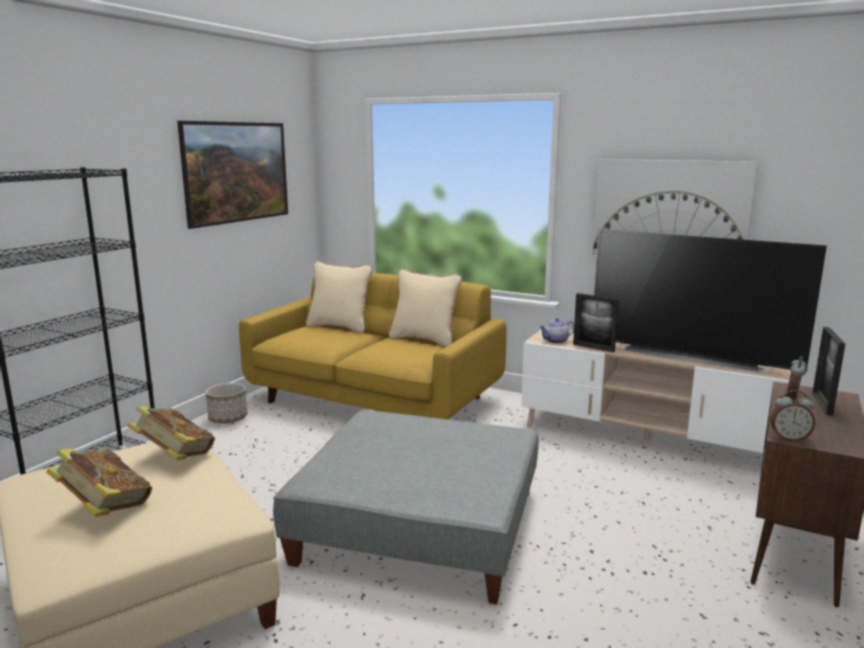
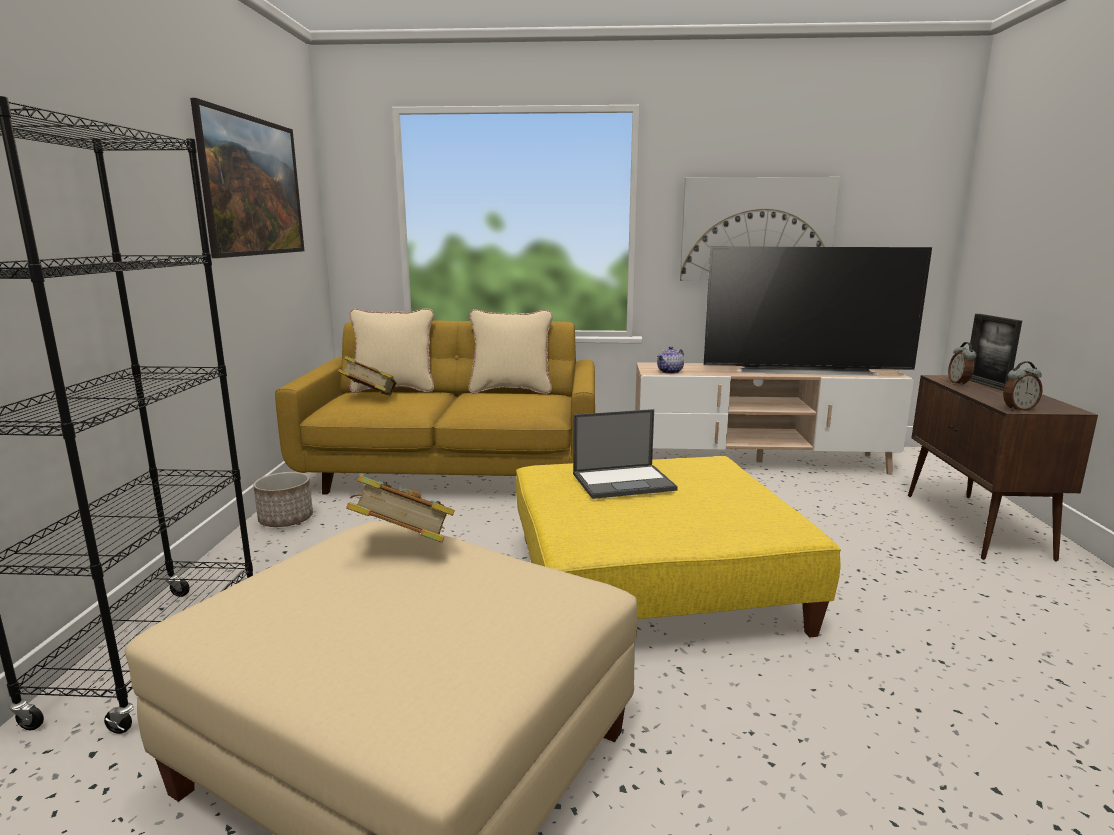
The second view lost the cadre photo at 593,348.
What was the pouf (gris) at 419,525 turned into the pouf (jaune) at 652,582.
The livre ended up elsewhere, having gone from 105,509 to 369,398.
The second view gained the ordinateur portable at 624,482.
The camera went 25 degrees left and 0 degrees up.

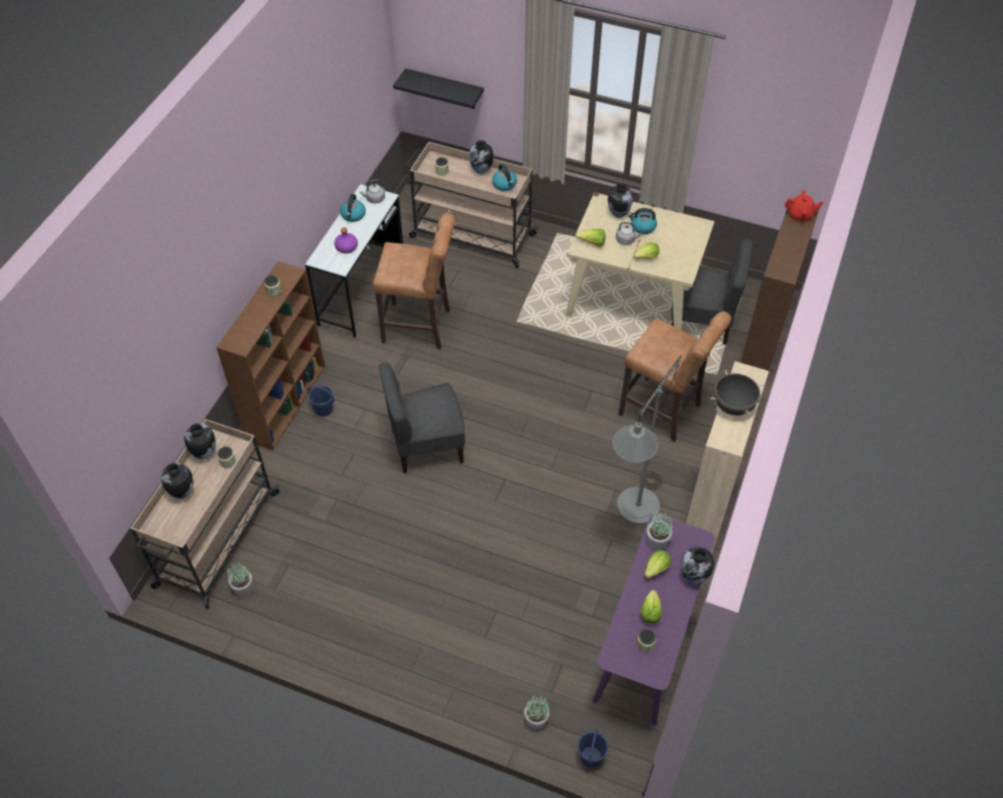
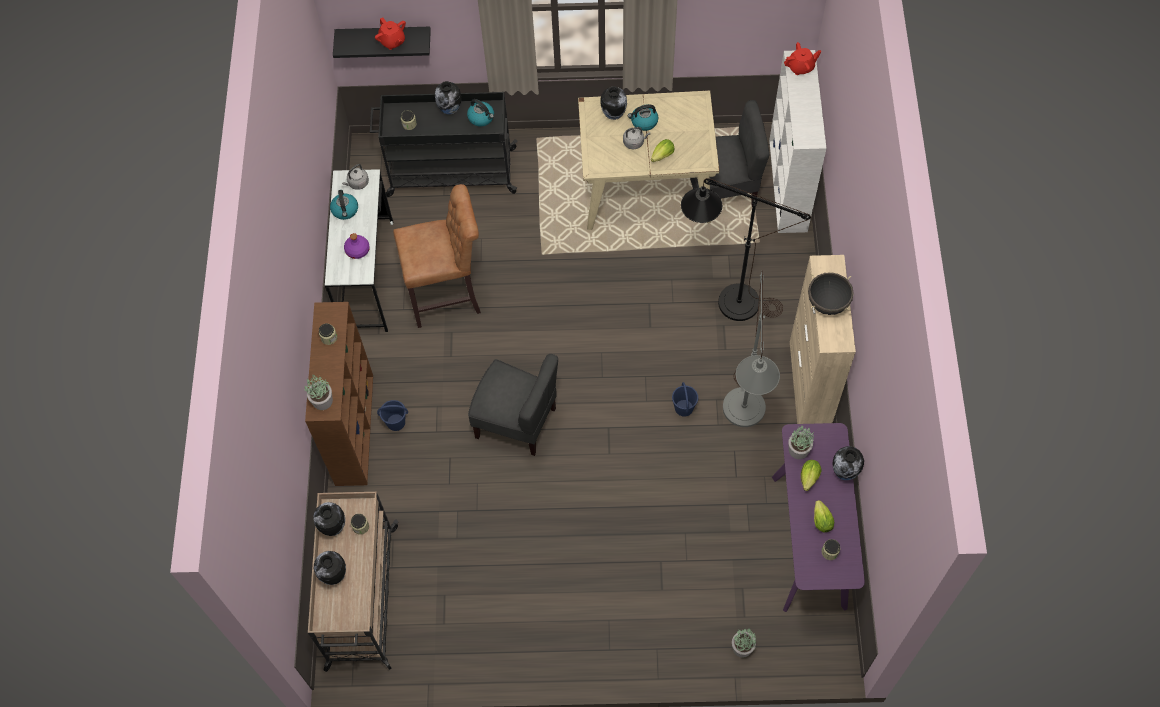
What was the chariot (beige) at 471,236 turned into the chariot (noir) at 450,172.
What was the bibliothèque (marron) at 764,338 turned into the bibliothèque (blanc) at 788,186.
The second view lost the laitue at 592,243.
Where the tabouret (marron) stood at 663,412, the lampadaire (noir) came to stand at 726,301.
The chaise (gris) at 426,445 ended up facing another way, 120 degrees counterclockwise from before.
The plante en pot ended up elsewhere, having gone from 243,587 to 323,400.
The seau (bleu) ended up elsewhere, having gone from 590,757 to 684,408.
The second view gained the théière (rouge) at 392,41.
The camera went 20 degrees left and 10 degrees up.

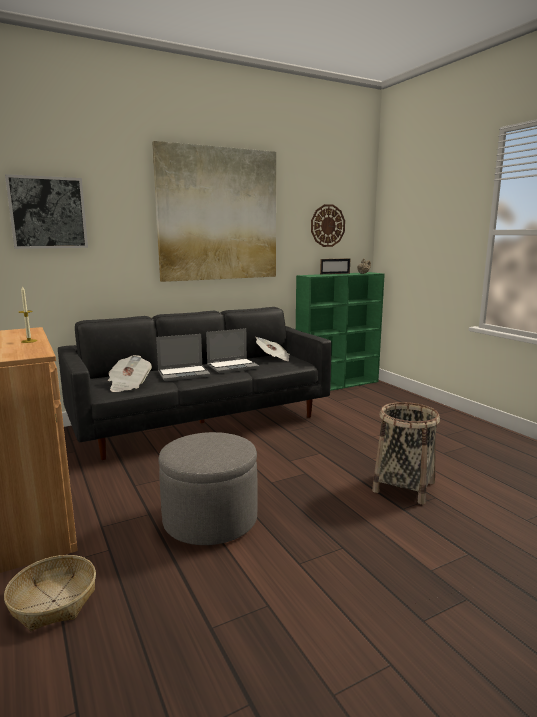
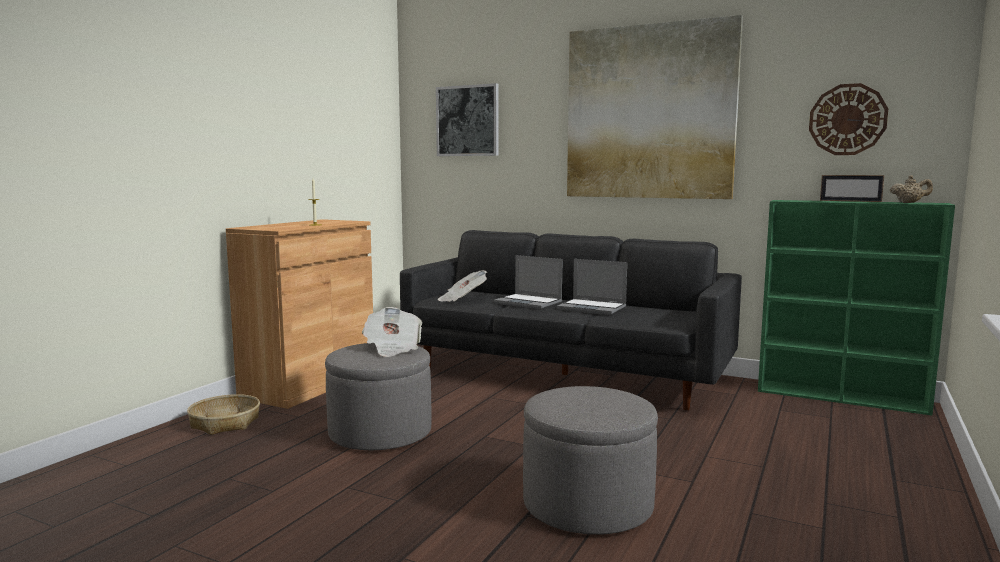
The journal ended up elsewhere, having gone from 273,358 to 392,348.
Where the panier stood at 404,487, the pouf (gris) came to stand at 587,505.
The camera went 55 degrees right and 5 degrees down.

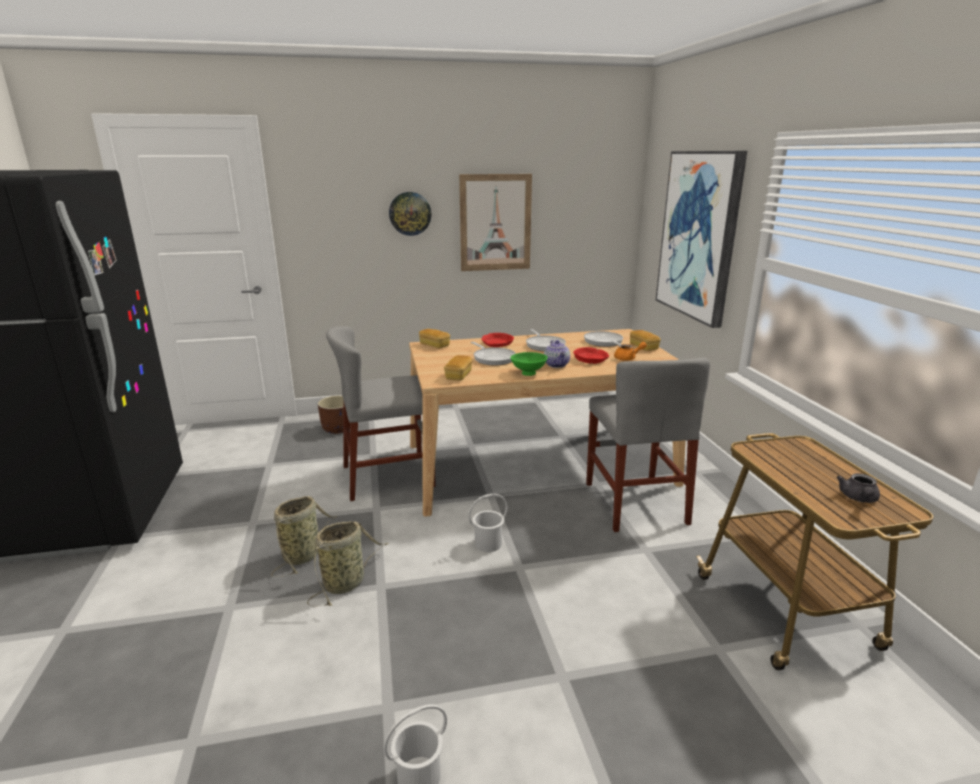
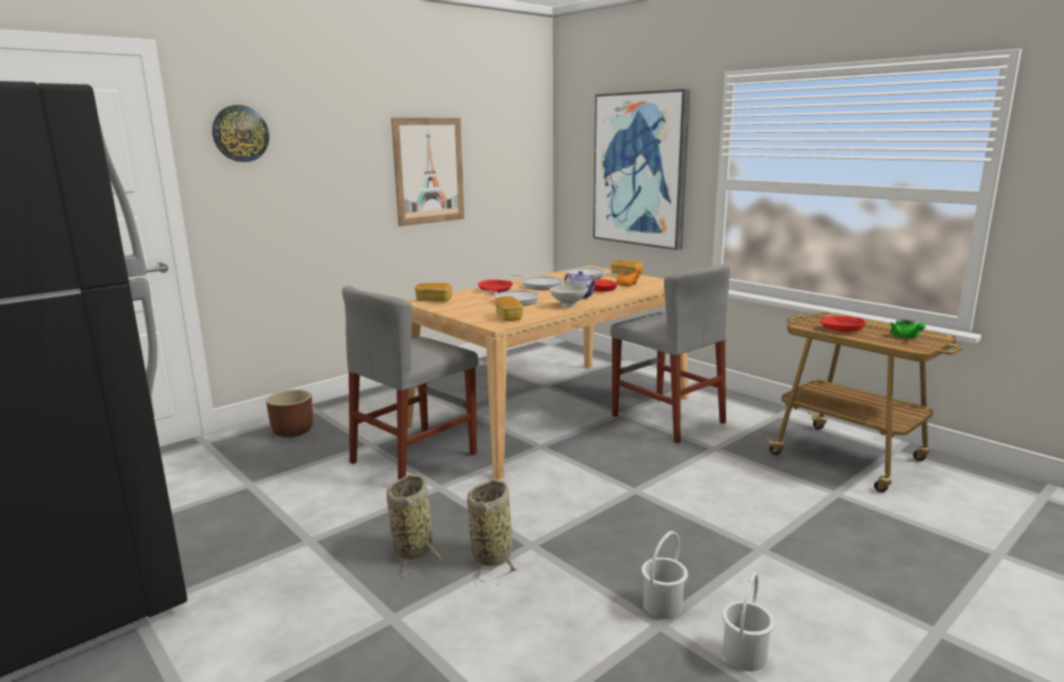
The horloge murale ended up elsewhere, having gone from 410,213 to 240,133.
What was the bol (vert) at 527,373 turned into the bol (blanc) at 568,306.
What was the théière (gris) at 858,498 turned into the théière (vert) at 905,337.
The seau (blanc) ended up elsewhere, having gone from 488,544 to 663,606.
The second view gained the bol (rouge) at 841,329.
The camera went 30 degrees left and 5 degrees down.

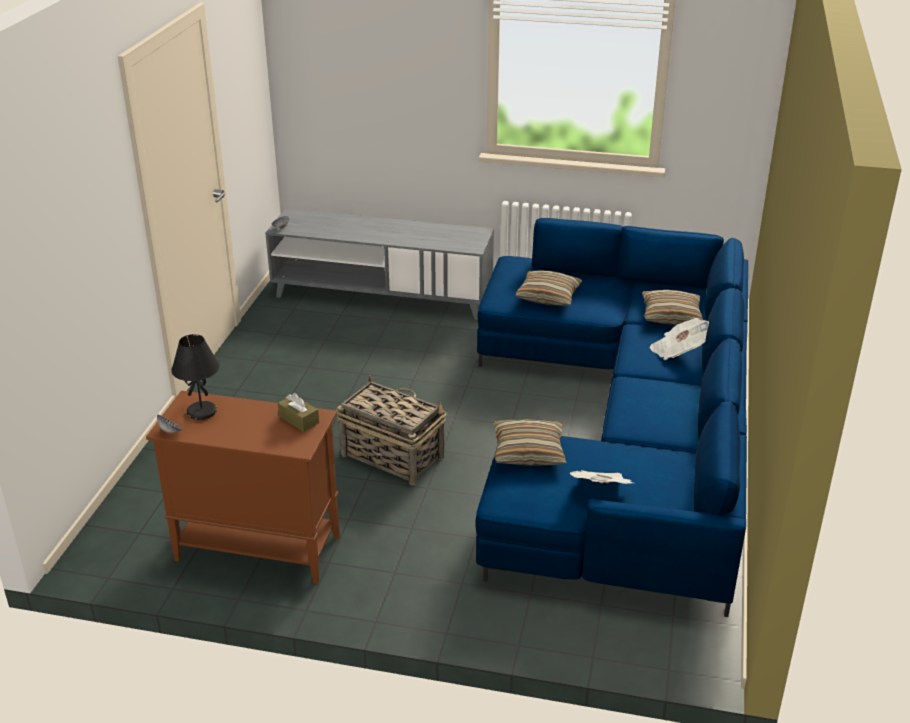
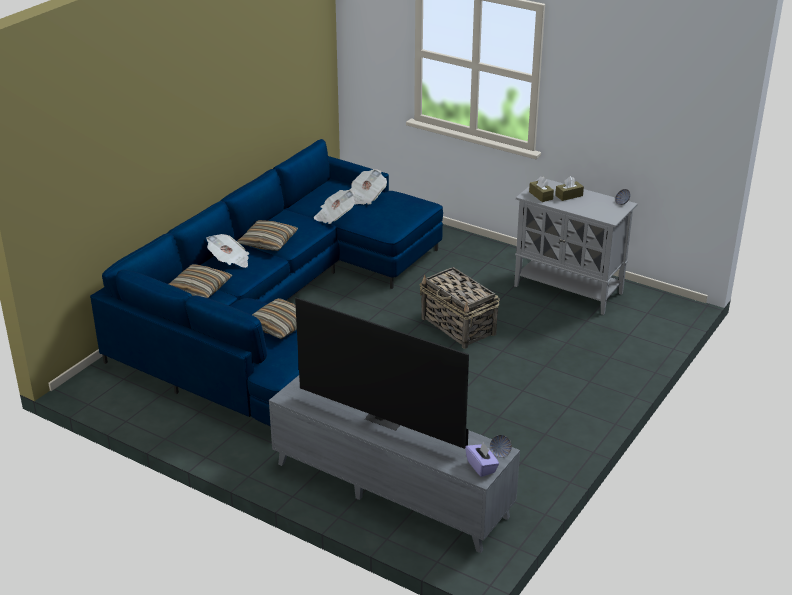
The second view lost the lampe de table (noir) at 202,411.
What was the meuble de rangement (marron) at 256,548 turned into the meuble de rangement (gris) at 569,290.
The coussin ended up elsewhere, having gone from 528,452 to 268,242.
The second view gained the boîte à mouchoirs (marron) at 569,195.
The second view gained the journal at 334,216.
The second view gained the téléviseur at 386,418.
The second view gained the boîte à mouchoirs (violet) at 481,467.
The camera went 160 degrees left and 0 degrees up.

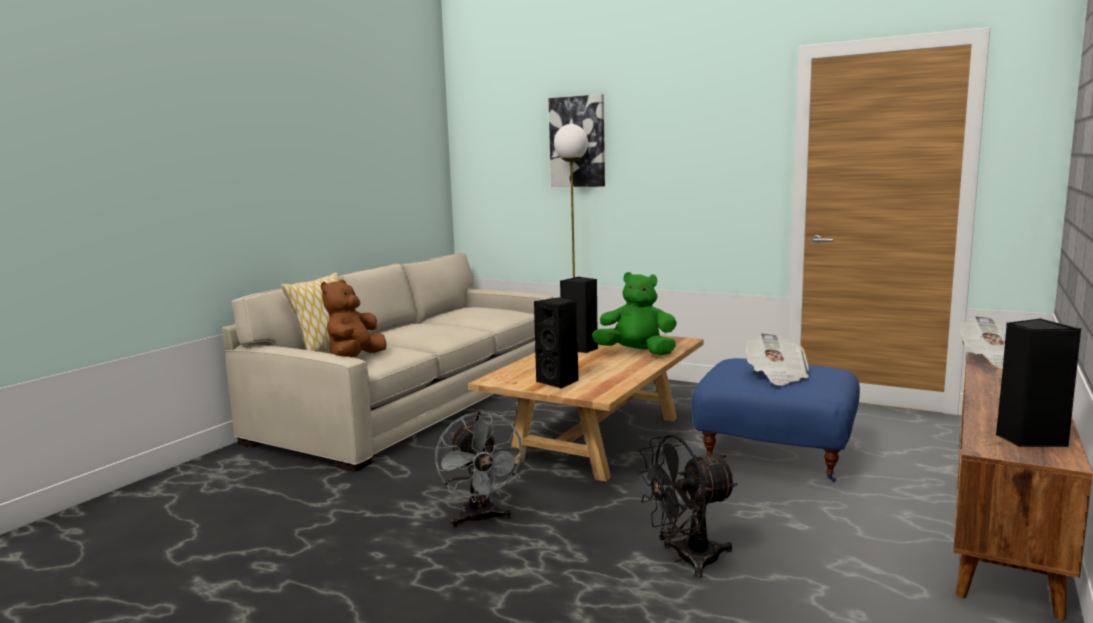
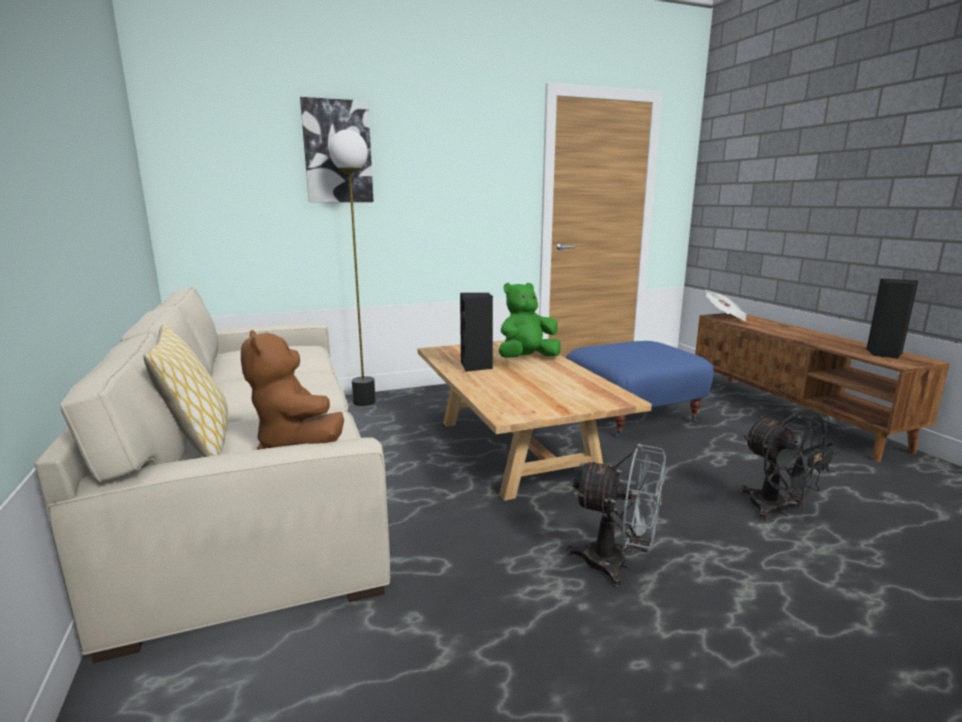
The second view lost the enceinte (noir) at 559,382.
The second view lost the journal at 776,376.
The ventilateur (noir) at 686,559 ended up facing another way, 45 degrees counterclockwise from before.
The camera went 50 degrees left and 5 degrees up.

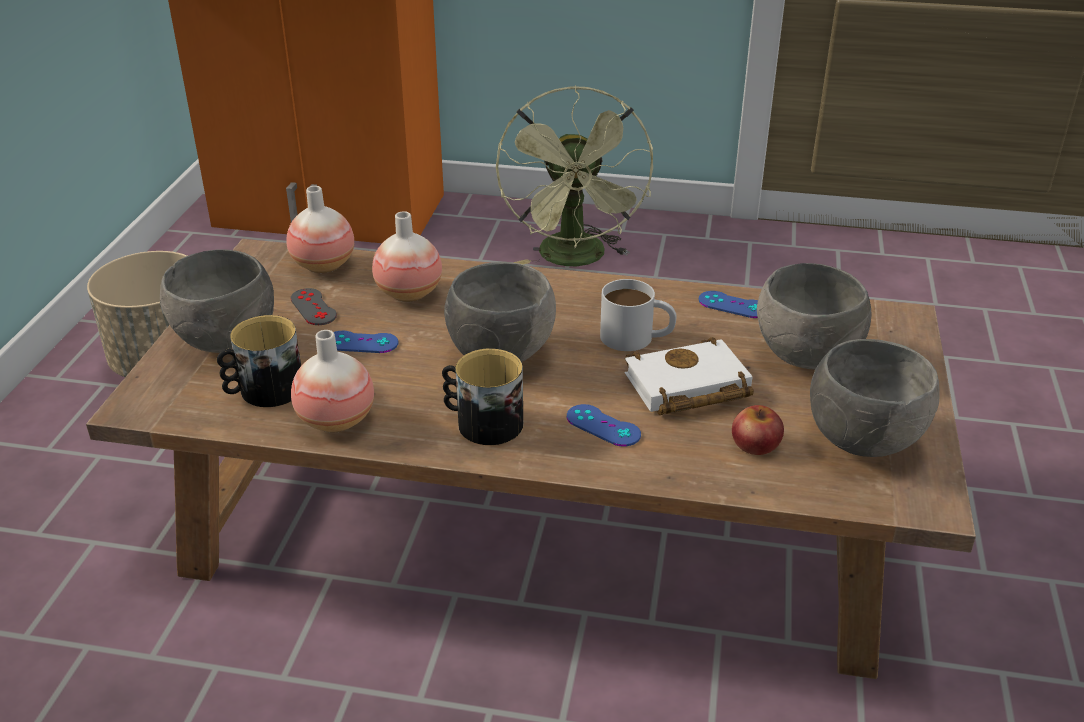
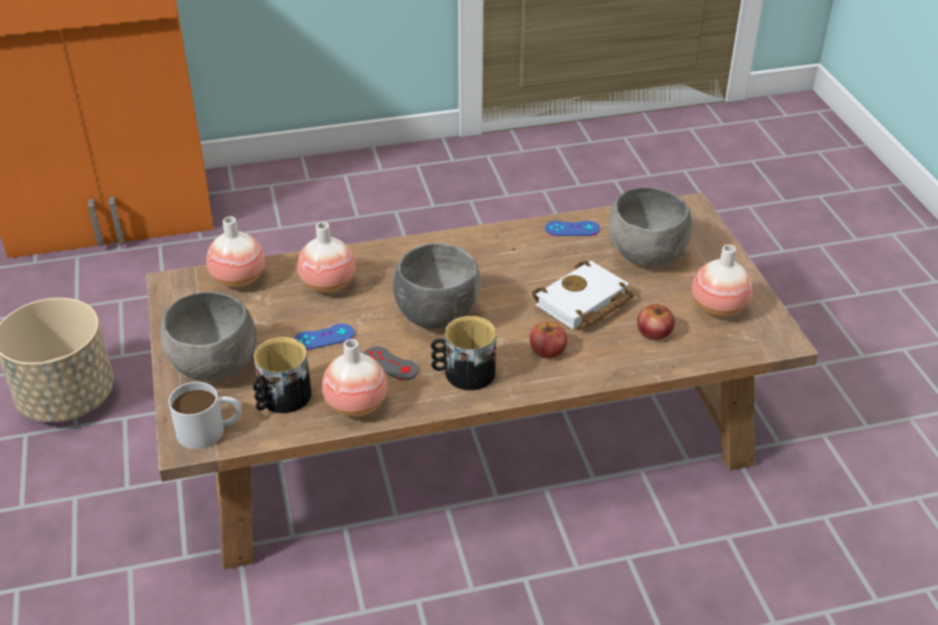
The second view lost the ventilateur (vert) at 576,259.
The mug (blanc) ended up elsewhere, having gone from 637,338 to 210,430.
The manette (gris) ended up elsewhere, having gone from 313,307 to 390,364.
Where the bol (gris) stood at 863,440, the vase came to stand at 718,308.
Where the manette (bleu) stood at 603,426, the pomme came to stand at 547,350.
The camera went 25 degrees left and 5 degrees up.

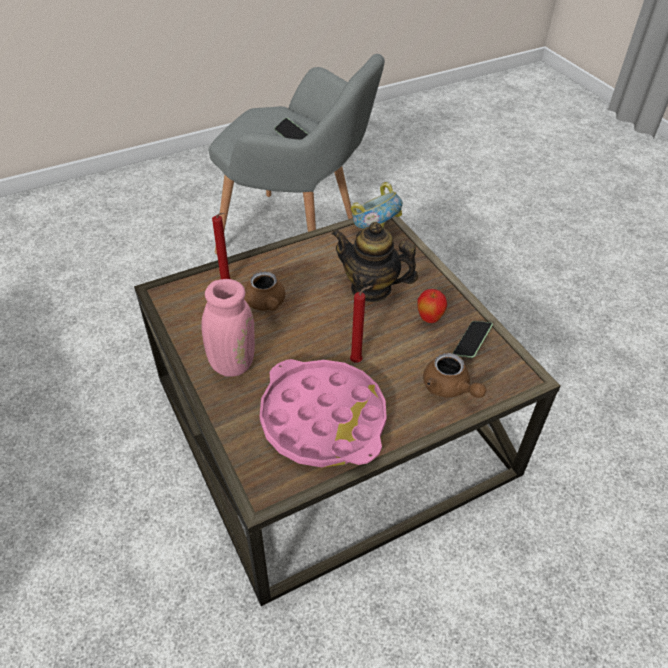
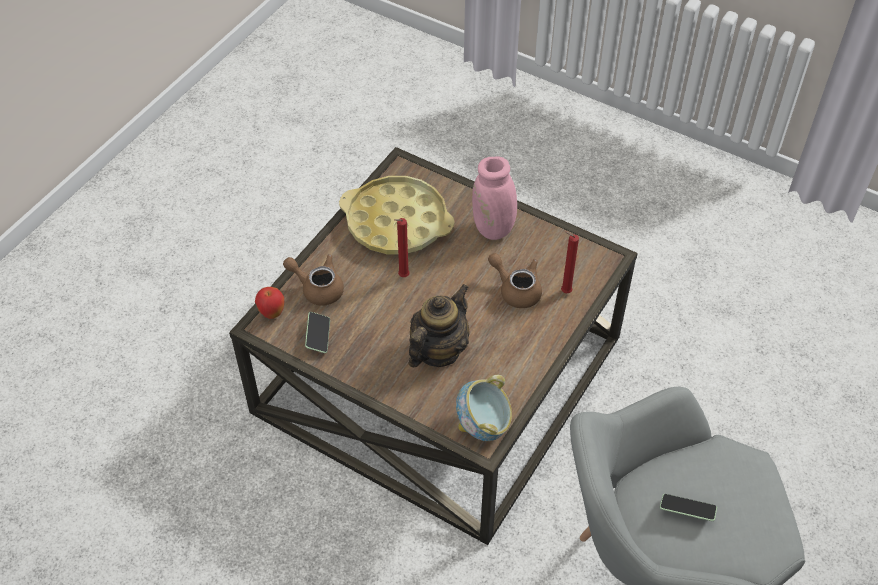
The théière at 371,288 ended up facing another way, 45 degrees counterclockwise from before.
The pomme ended up elsewhere, having gone from 429,319 to 272,313.
What was the plateau (rose) at 323,419 turned into the plateau (jaune) at 396,222.
The camera went 150 degrees right and 5 degrees up.

